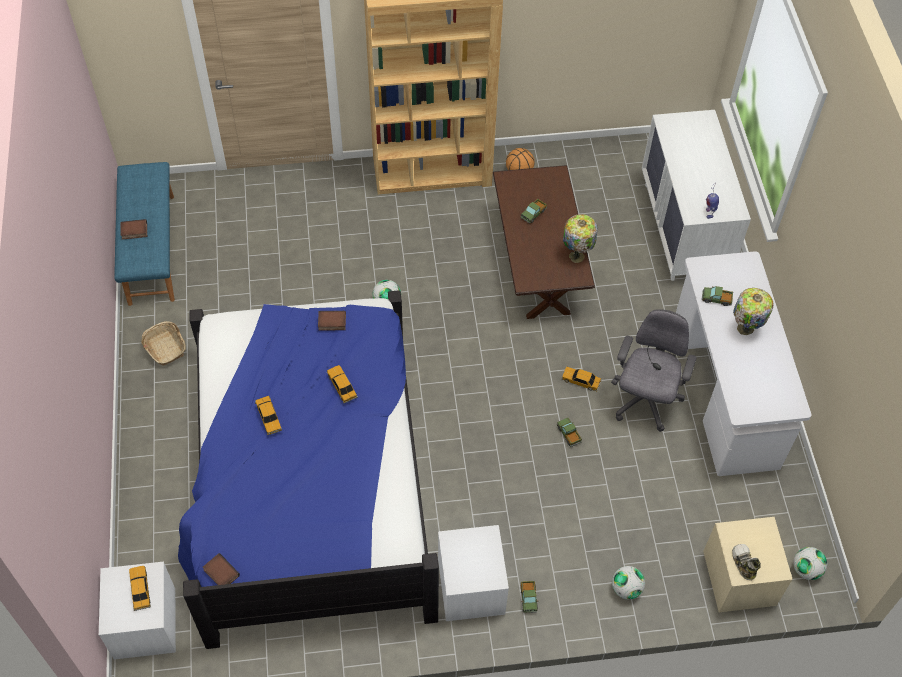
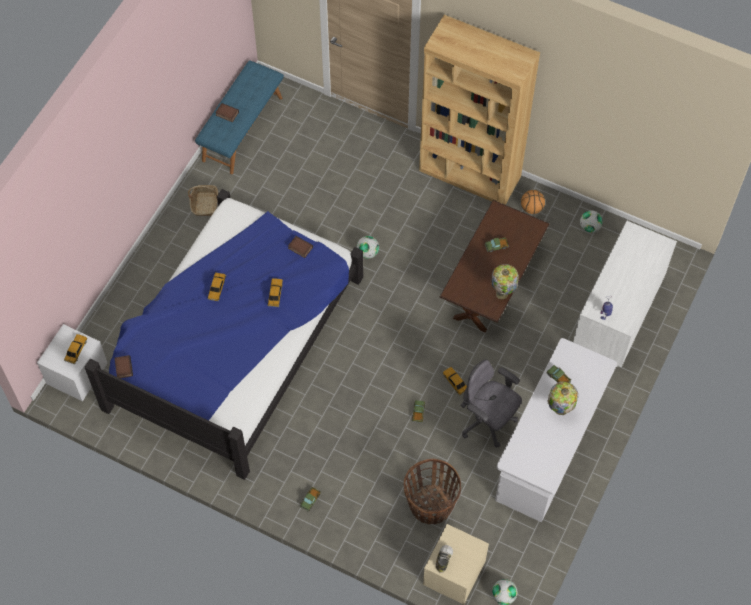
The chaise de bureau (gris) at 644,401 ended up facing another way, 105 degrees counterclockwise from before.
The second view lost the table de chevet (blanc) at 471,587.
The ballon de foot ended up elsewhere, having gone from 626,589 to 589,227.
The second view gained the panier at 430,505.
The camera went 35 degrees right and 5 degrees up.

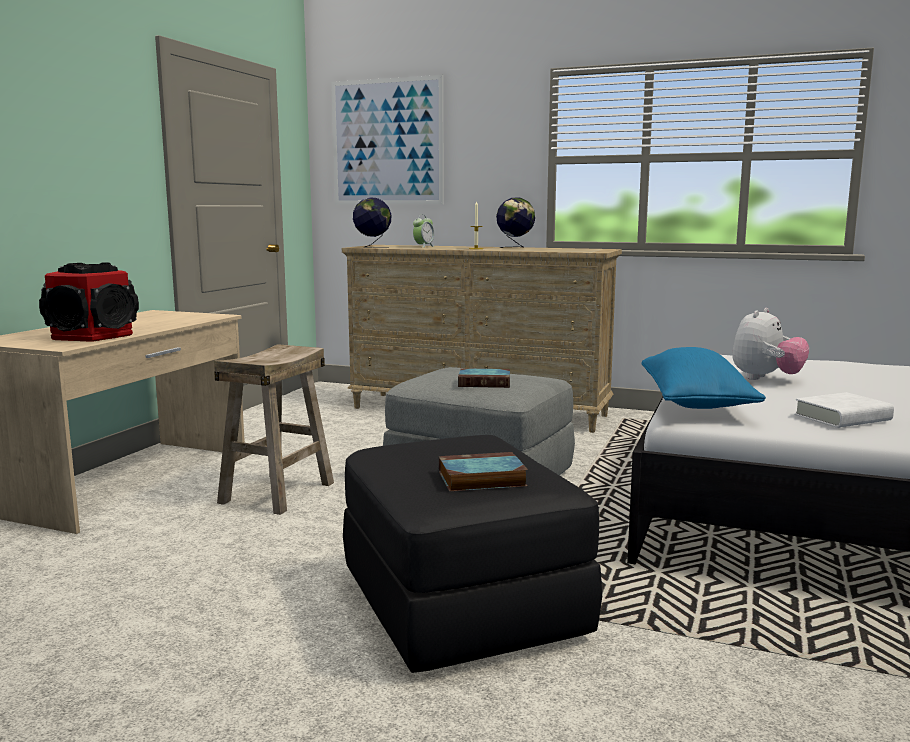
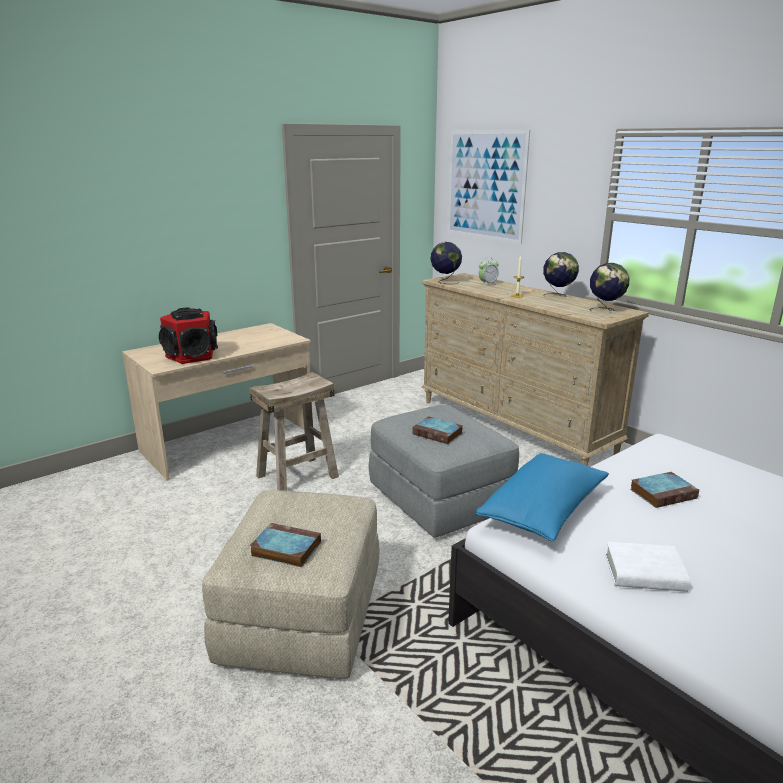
Where the peluche stood at 765,379, the livre came to stand at 663,493.
What was the pouf (noir) at 463,605 turned into the pouf (beige) at 303,617.
The second view gained the globe at 605,310.
The camera went 30 degrees right and 10 degrees up.

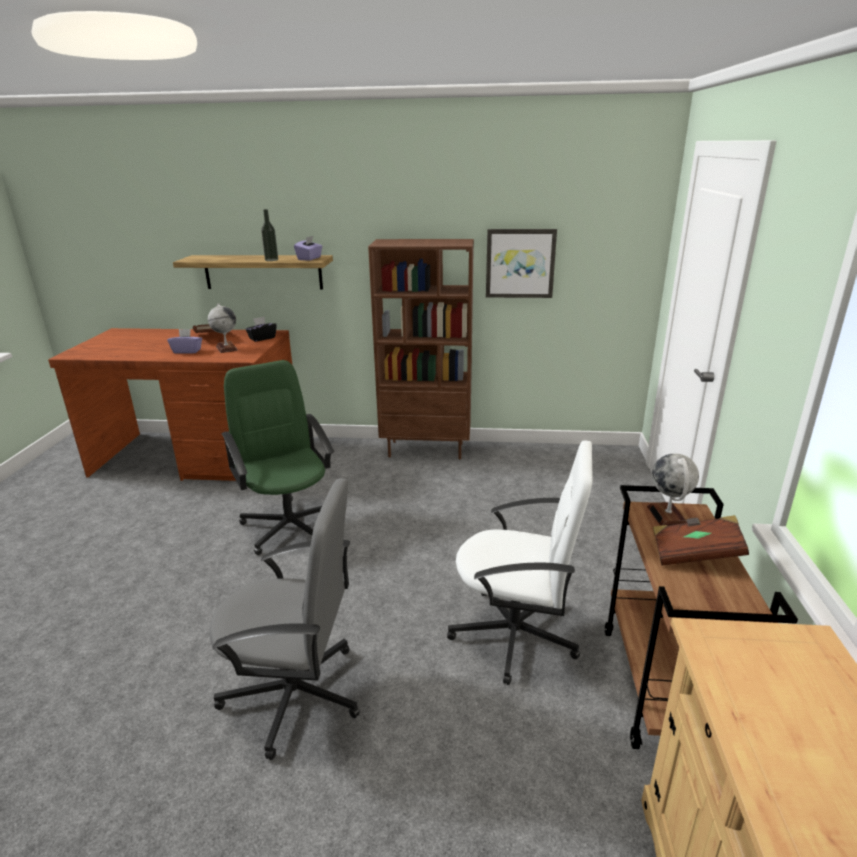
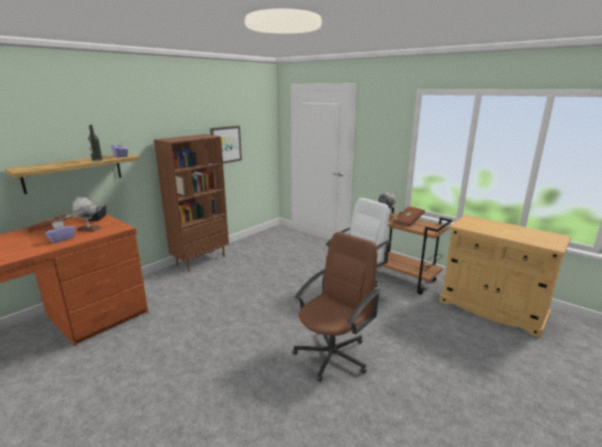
The second view lost the chaise de bureau (vert) at 290,525.
What was the chaise de bureau (gris) at 295,694 turned into the chaise de bureau (marron) at 333,355.
The camera went 55 degrees left and 5 degrees down.

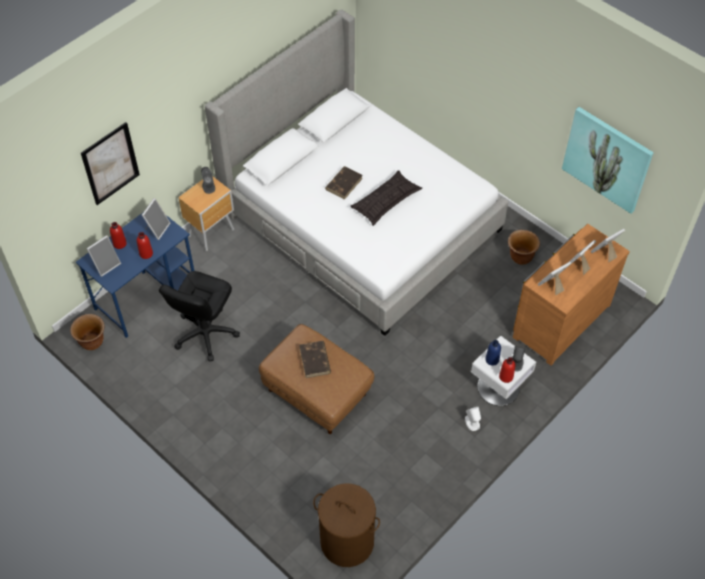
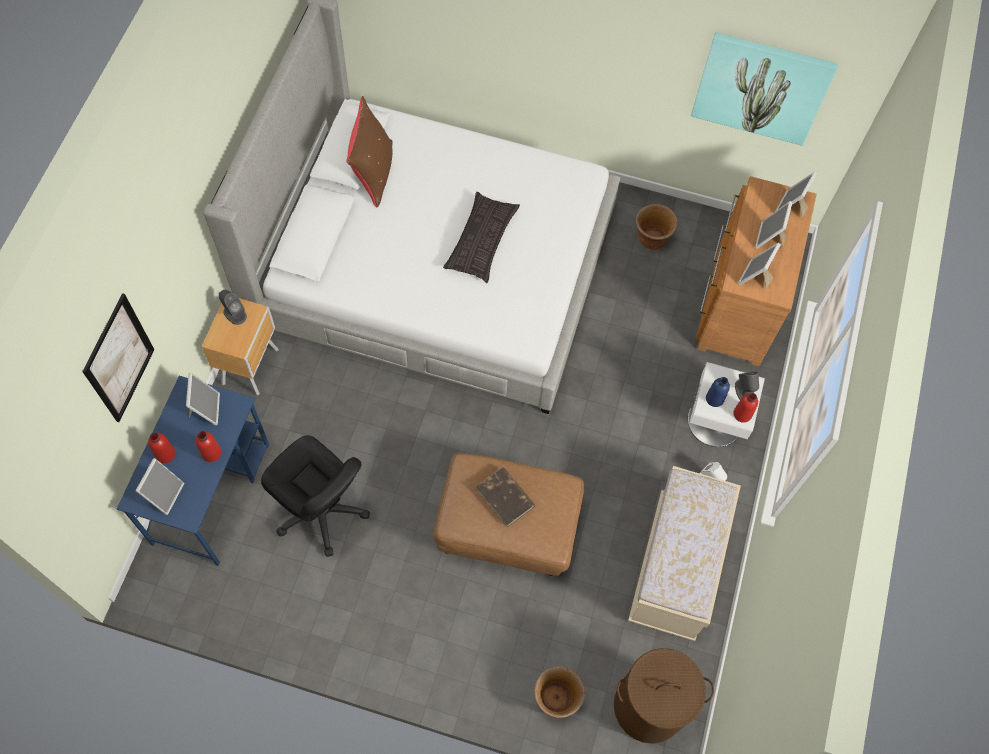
The second view lost the livre (marron) at 344,183.
The chaise de bureau (noir) at 205,333 ended up facing another way, 45 degrees counterclockwise from before.
The cache-pot (marron) ended up elsewhere, having gone from 92,342 to 556,698.
The second view gained the coussin (marron) at 373,172.
The second view gained the banc (beige) at 676,566.
The camera went 30 degrees left and 10 degrees up.

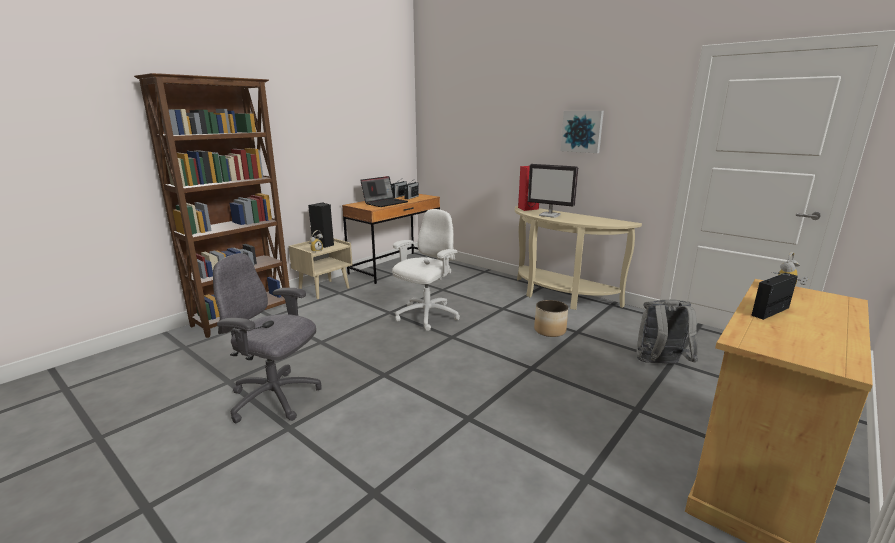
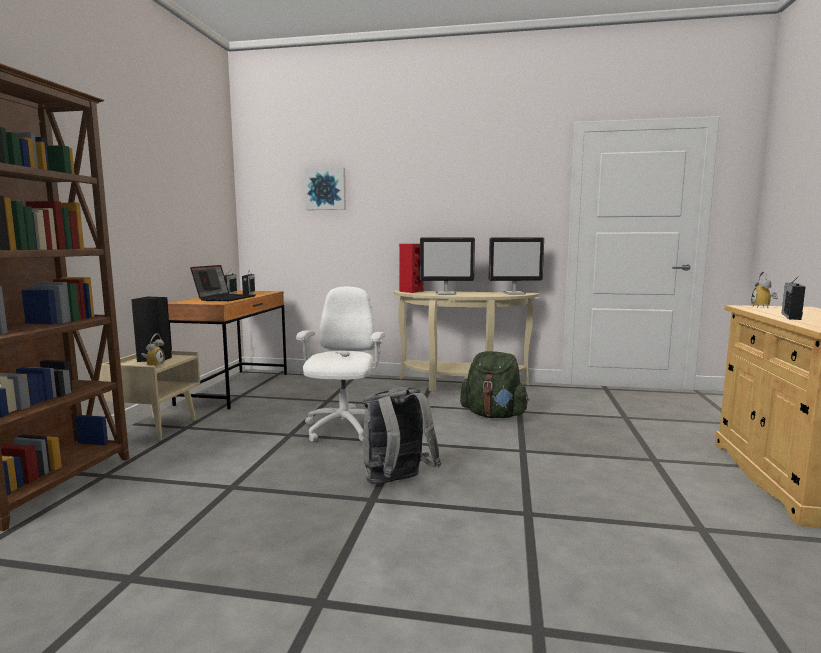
The tableau ended up elsewhere, having gone from 582,131 to 326,189.
The second view lost the chaise de bureau (gris) at 276,399.
Where the cache-pot stood at 550,330, the sac à dos (vert) came to stand at 494,415.
The sac à dos (gris) ended up elsewhere, having gone from 660,364 to 397,482.
The second view gained the écran d'ordinateur at 514,293.
The camera went 30 degrees left and 10 degrees down.

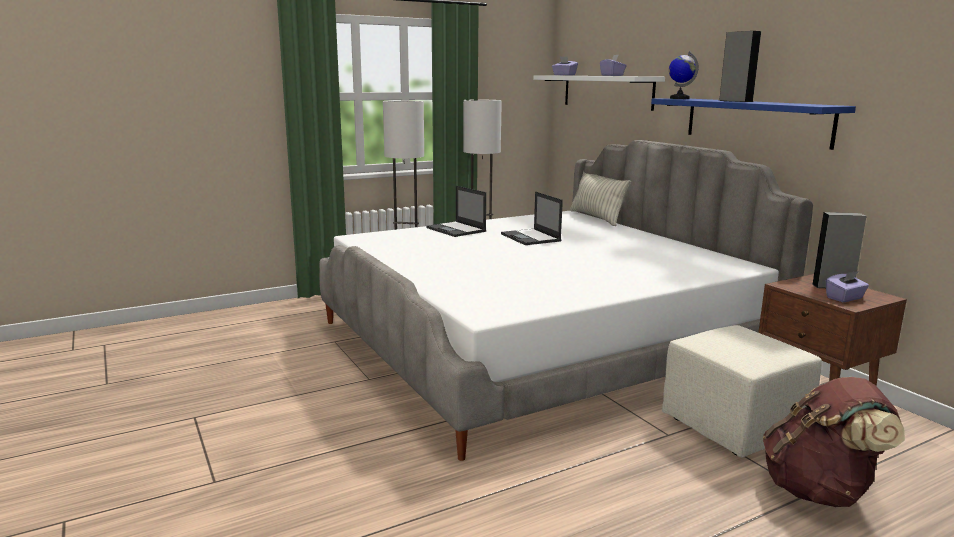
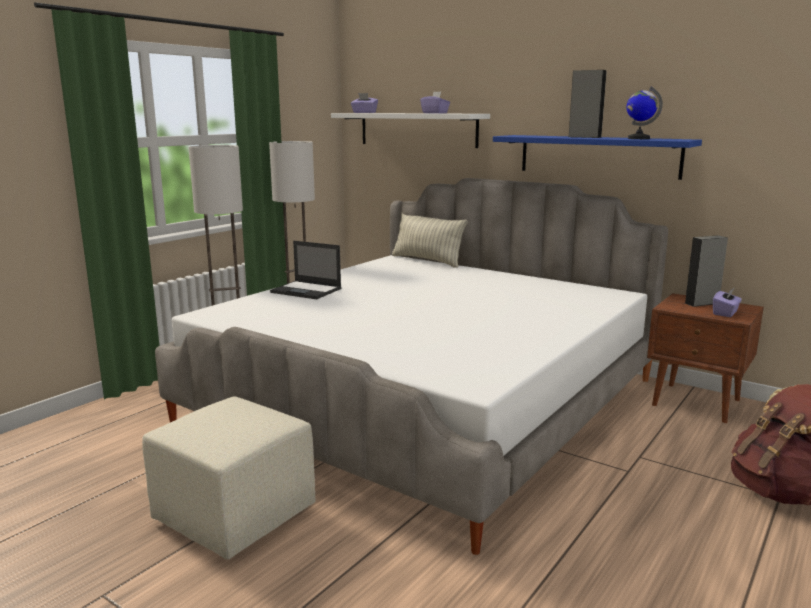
The globe ended up elsewhere, having gone from 679,98 to 638,138.
The second view lost the ordinateur portable at 531,237.
The pouf (beige) ended up elsewhere, having gone from 735,427 to 237,516.
The camera went 25 degrees left and 0 degrees up.

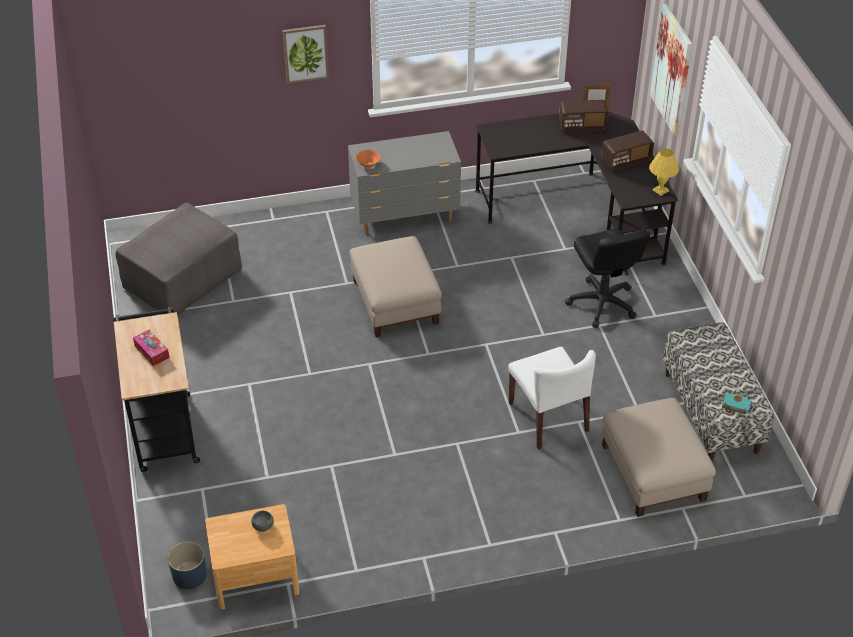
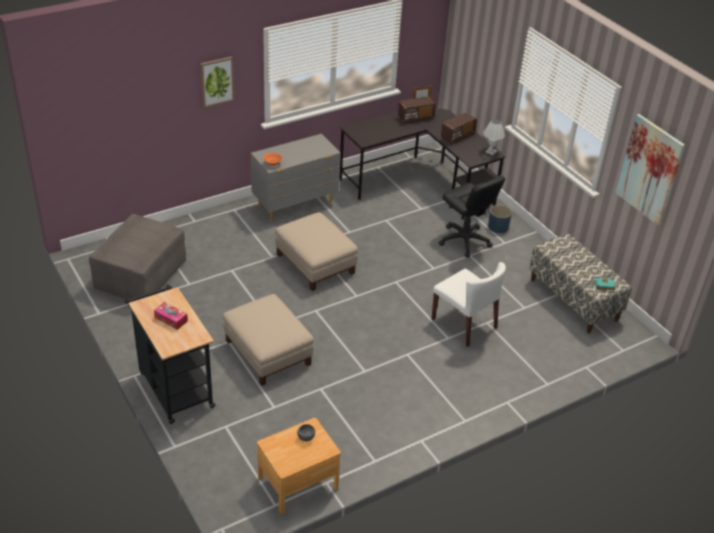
The tableau ended up elsewhere, having gone from 672,70 to 649,169.
What was the lampe de table (jaune) at 660,190 turned into the lampe de table (blanc) at 490,152.
The pouf (beige) ended up elsewhere, having gone from 652,472 to 267,352.
The cache-pot (bleu) ended up elsewhere, having gone from 189,575 to 498,227.
The camera went 20 degrees left and 5 degrees down.

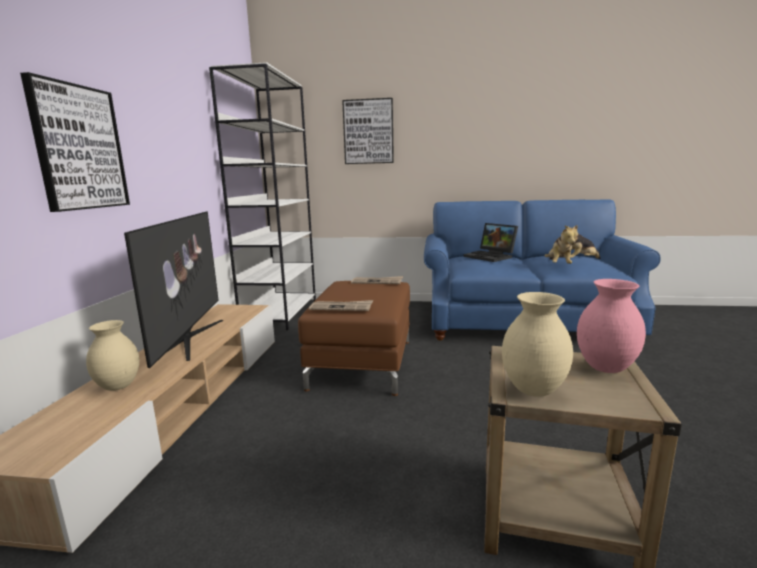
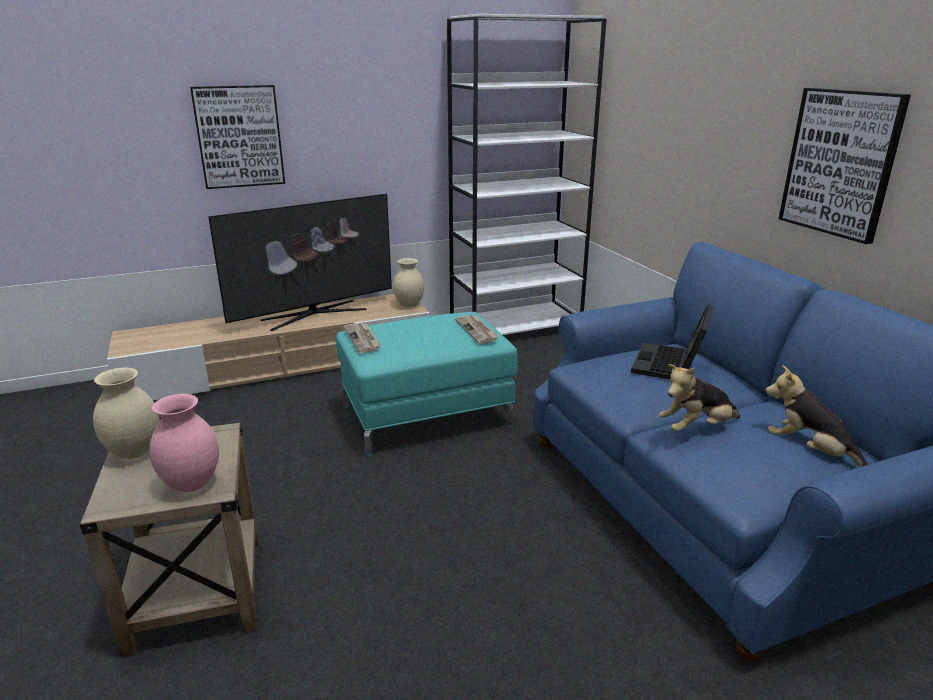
The tableau ended up elsewhere, having gone from 368,132 to 840,163.
What was the pouf (marron) at 361,363 turned into the pouf (turquoise) at 426,415.
The vase (beige) ended up elsewhere, having gone from 117,387 to 408,305.
The camera went 60 degrees right and 10 degrees up.

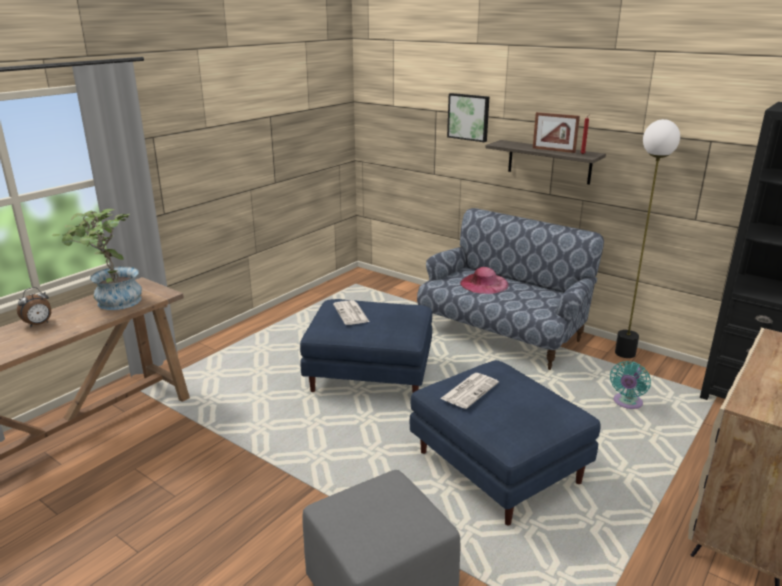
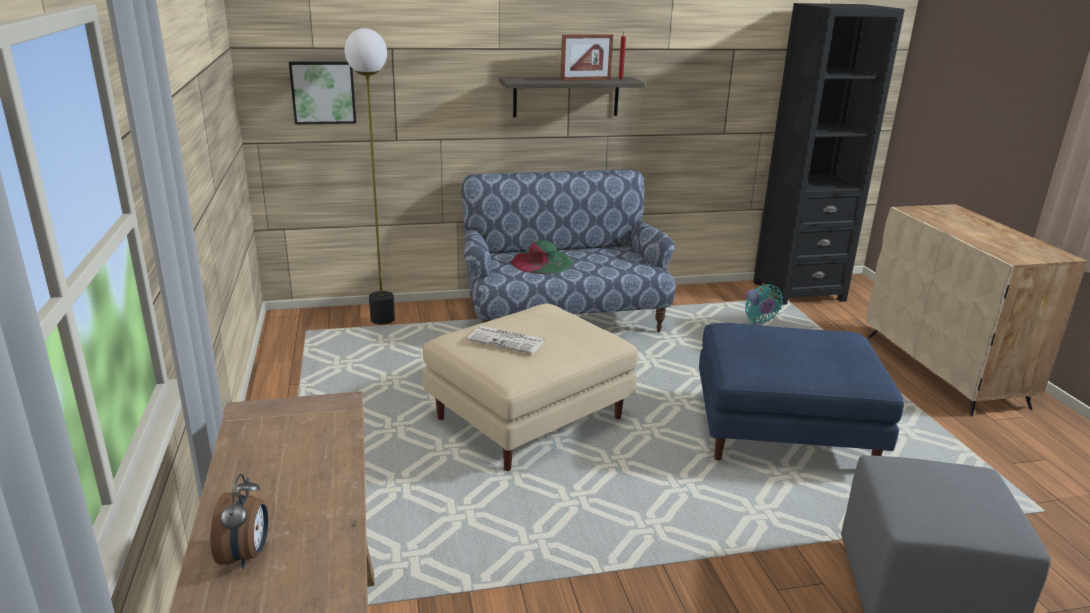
The tableau ended up elsewhere, having gone from 469,117 to 323,92.
The lampadaire ended up elsewhere, having gone from 625,353 to 383,319.
The second view lost the plante en pot at 112,303.
What was the chapeau (rose) at 484,284 turned into the chapeau (vert) at 542,262.
What was the pouf (bleu) at 368,375 turned into the pouf (beige) at 528,420.
The second view lost the journal at 469,390.
The camera went 50 degrees left and 0 degrees up.

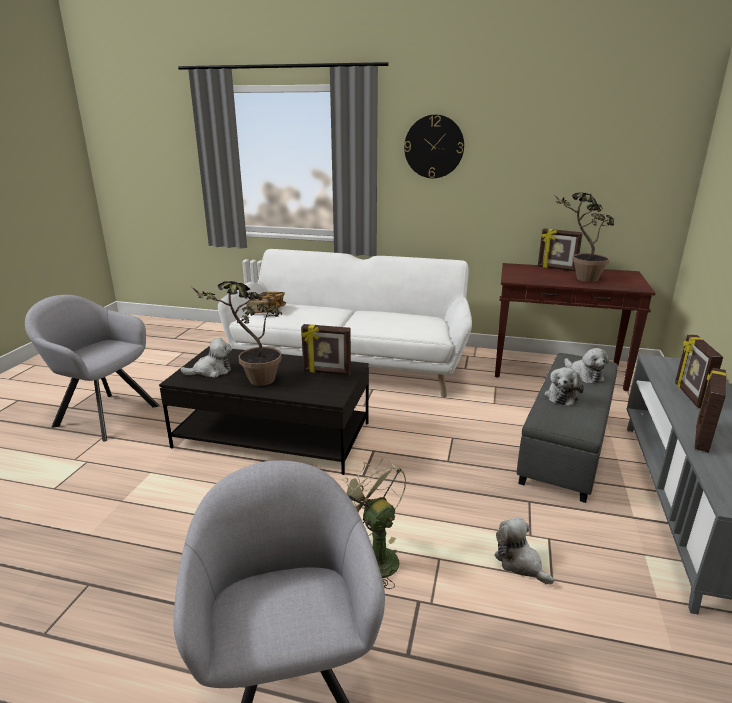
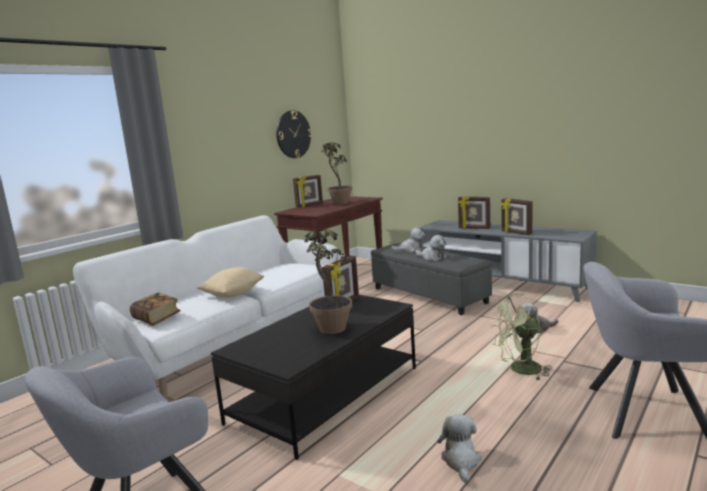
The horloge murale ended up elsewhere, having gone from 434,147 to 293,134.
The peluche ended up elsewhere, having gone from 211,371 to 461,461.
The second view gained the coussin (beige) at 233,294.
The camera went 65 degrees left and 10 degrees down.

